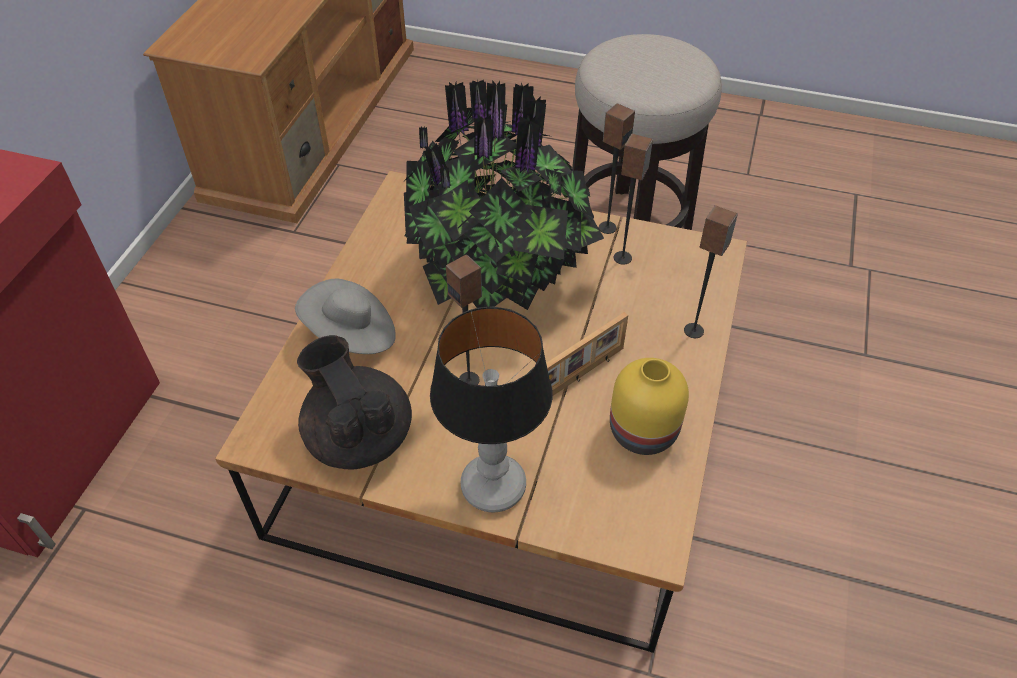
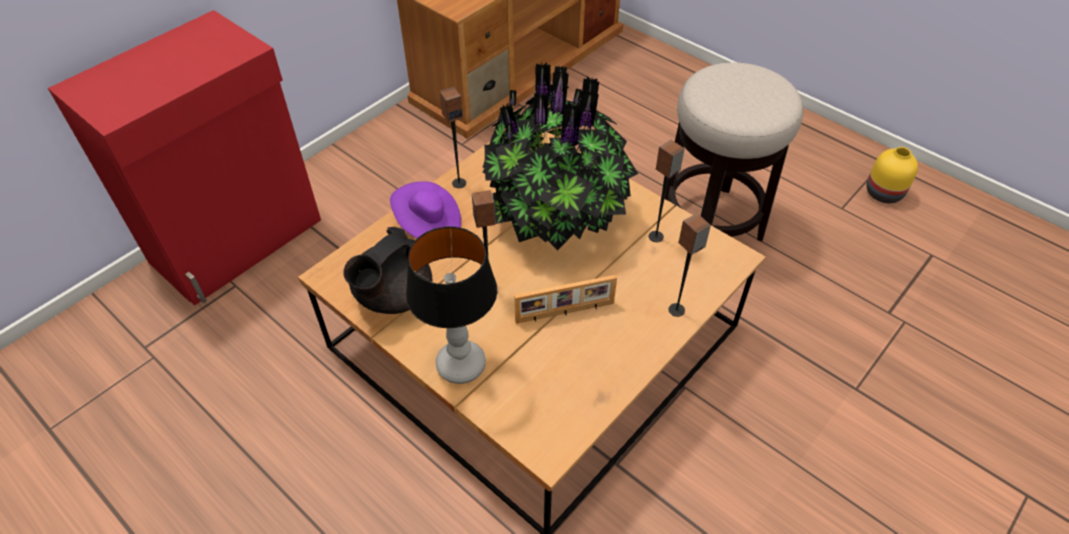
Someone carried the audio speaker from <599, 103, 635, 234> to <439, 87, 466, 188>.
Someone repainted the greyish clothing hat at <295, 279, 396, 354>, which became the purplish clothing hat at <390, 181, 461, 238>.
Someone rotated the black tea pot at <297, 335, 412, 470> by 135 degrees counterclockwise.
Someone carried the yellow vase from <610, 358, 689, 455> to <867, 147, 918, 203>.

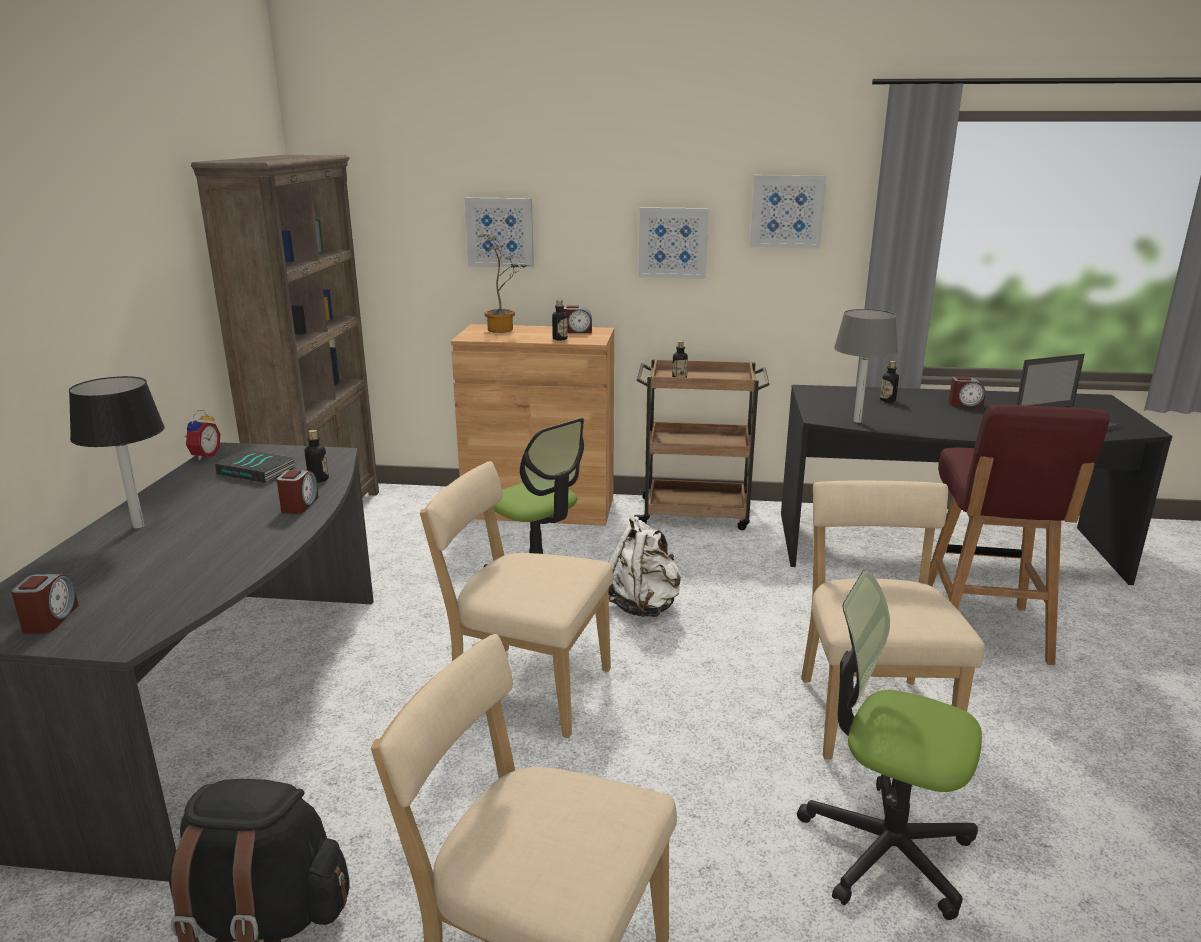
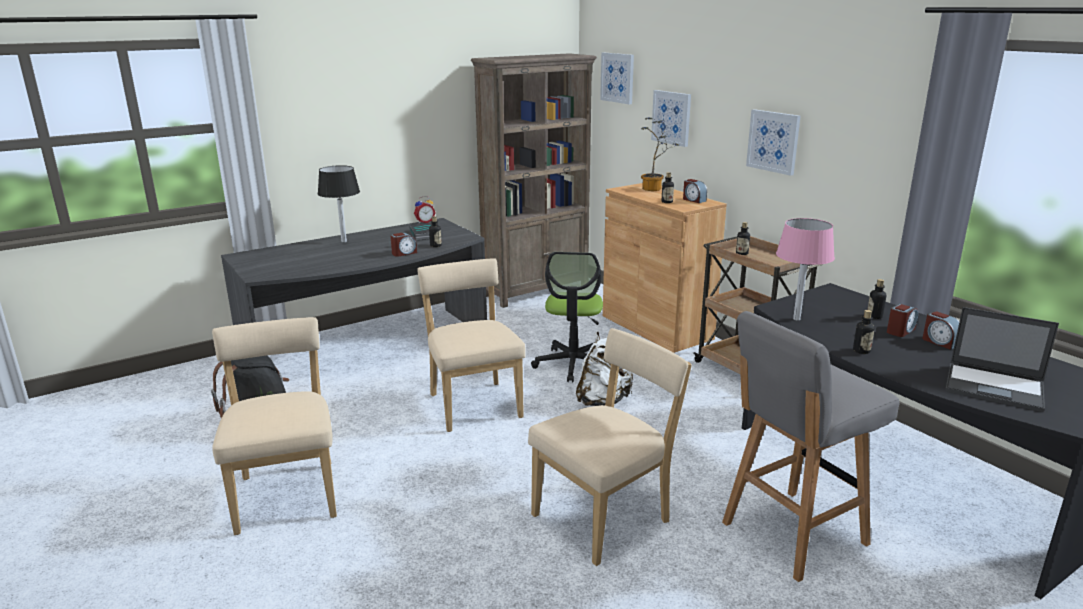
Someone carried the wall art from <750, 175, 826, 248> to <600, 53, 634, 104>.
Someone repainted the greyish tabletop lamp at <834, 309, 898, 423>, which became the pinkish tabletop lamp at <776, 218, 835, 321>.
Someone repainted the reddish sitting stool at <928, 405, 1110, 665>, which became the greyish sitting stool at <722, 311, 900, 582>.
Someone took away the desk chair at <797, 570, 982, 920>.
Someone carried the bedside clock from <11, 574, 79, 634> to <887, 304, 918, 337>.
Someone put down the drink bottle at <853, 310, 875, 354>.

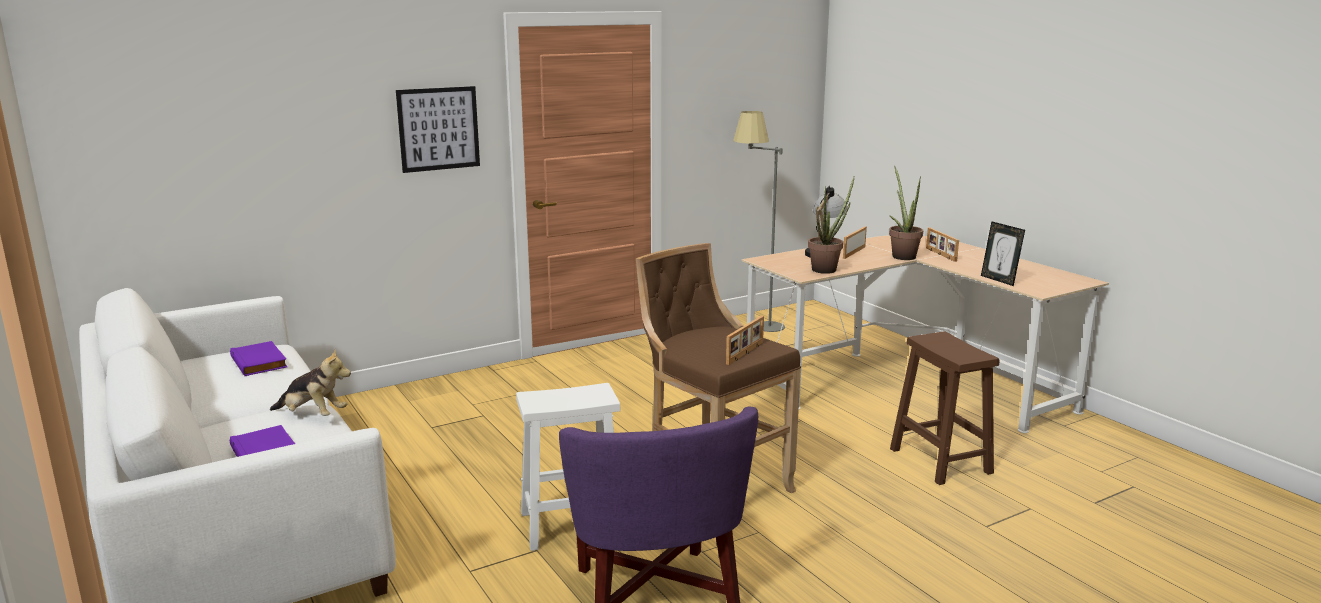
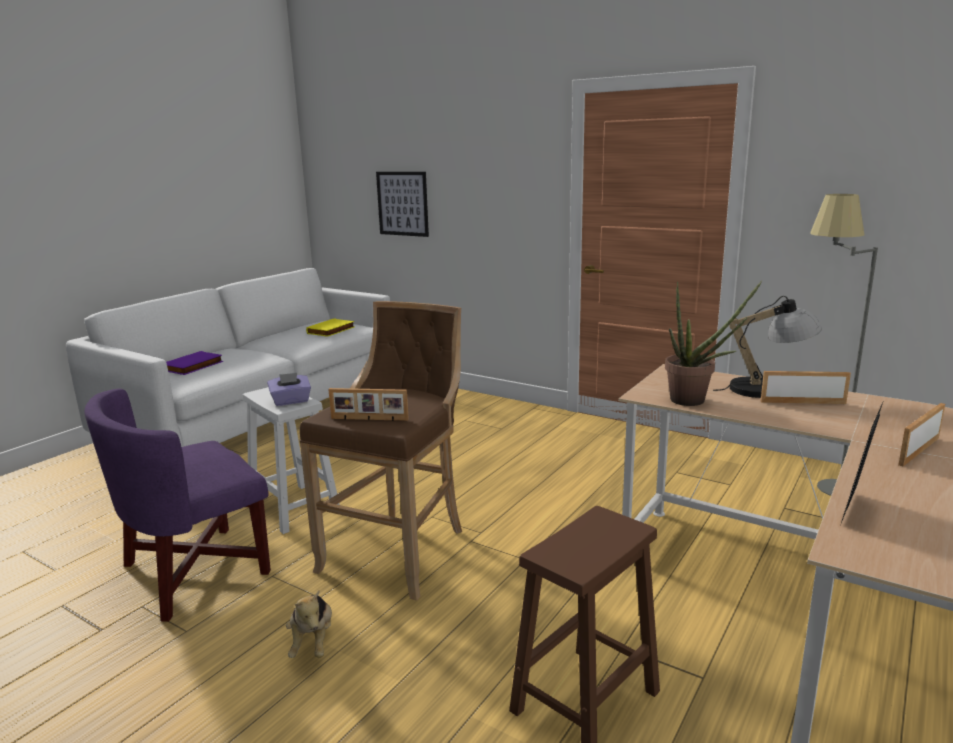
Someone carried the wall art from <396, 86, 480, 173> to <376, 172, 429, 237>.
Someone took away the potted plant at <889, 166, 923, 260>.
Someone repainted the purplish volume at <230, 341, 287, 376>, which became the yellow volume at <306, 318, 354, 337>.
Someone carried the soft toy from <270, 349, 351, 416> to <286, 590, 332, 658>.
Someone put down the purplish tissue holder at <267, 373, 311, 406>.

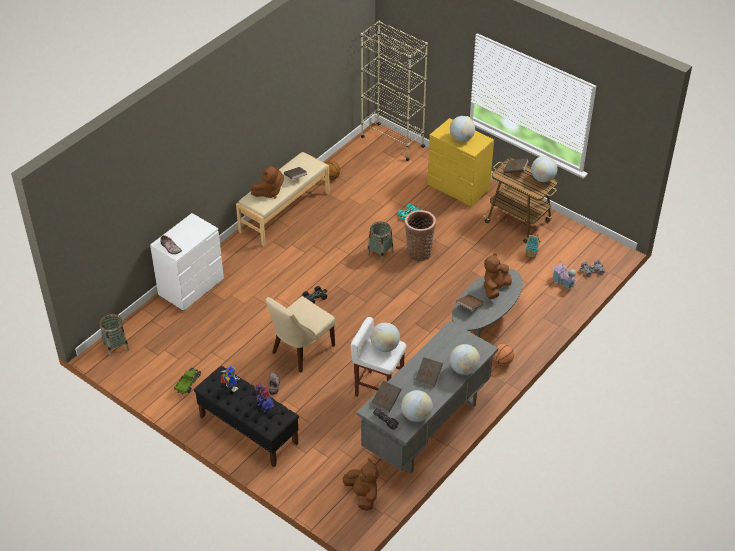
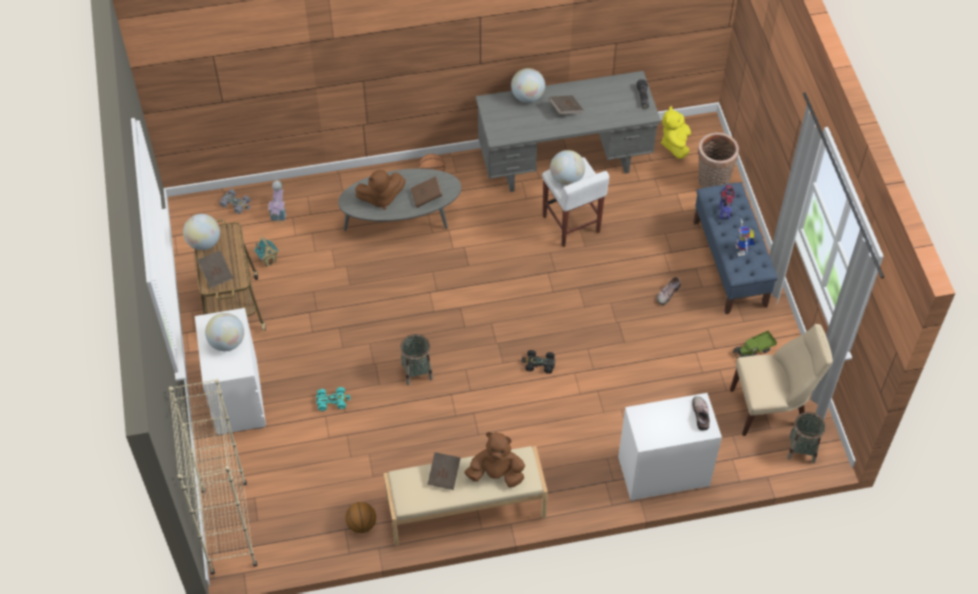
Someone repainted the yellow drawer chest at <427, 118, 494, 207>, which became the whitish drawer chest at <195, 308, 266, 436>.
Someone carried the household basket from <405, 210, 436, 261> to <698, 132, 739, 188>.
Someone carried the sand-coloured chair from <266, 296, 335, 373> to <730, 324, 833, 436>.
Someone repainted the black bench at <194, 366, 299, 467>, which became the bluish bench at <693, 182, 778, 314>.
Someone took away the brown volume at <371, 381, 402, 412>.
Someone took away the desk globe at <401, 390, 433, 422>.
Someone repainted the brown soft toy at <342, 459, 378, 511>, which became the yellow soft toy at <661, 106, 691, 159>.

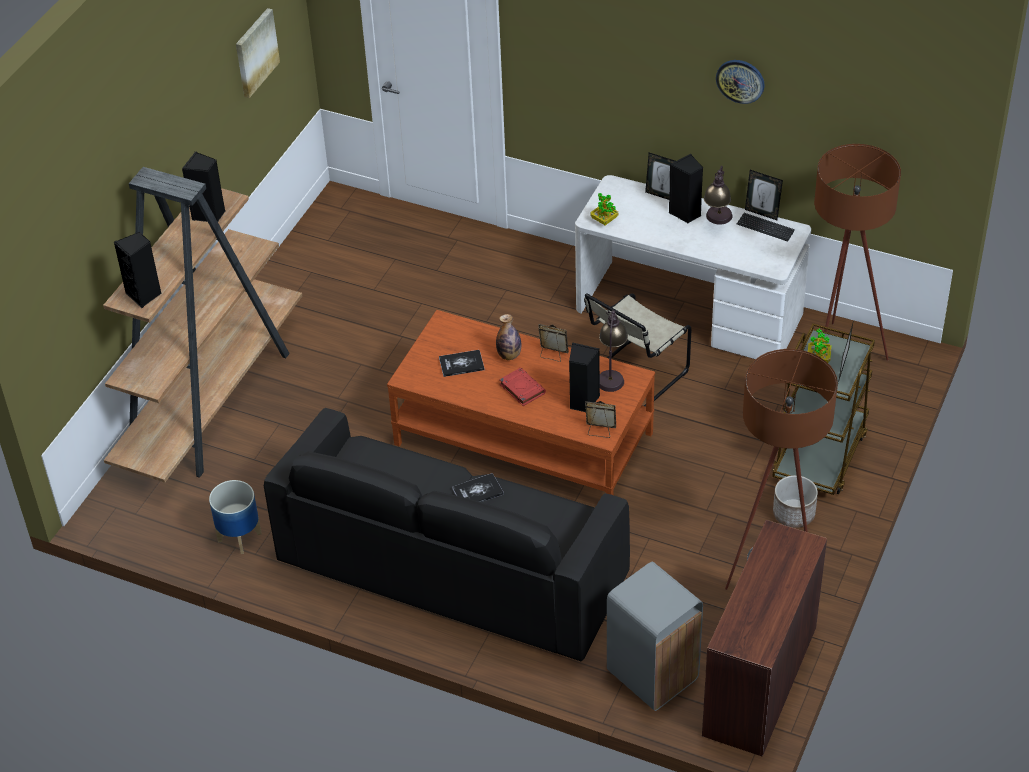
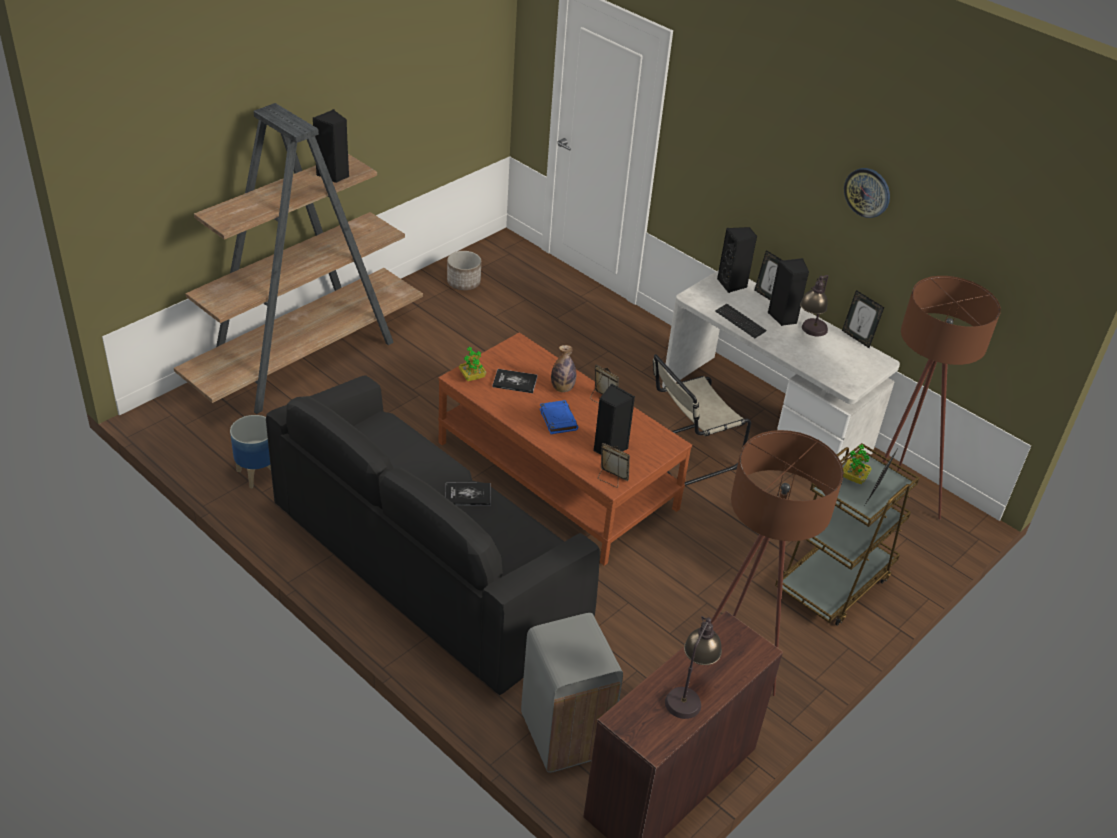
Someone took away the wall art at <236, 8, 280, 98>.
Someone carried the potted plant from <590, 193, 618, 225> to <459, 347, 486, 381>.
Someone carried the keyboard from <737, 213, 795, 242> to <715, 304, 767, 338>.
Someone carried the black audio speaker from <114, 232, 162, 308> to <717, 227, 757, 293>.
Someone carried the tabletop lamp from <599, 310, 628, 392> to <665, 616, 722, 719>.
Someone repainted the reddish volume at <499, 367, 546, 406>, which became the bluish volume at <540, 400, 578, 434>.
Someone carried the plant pot from <773, 475, 818, 528> to <447, 251, 481, 290>.

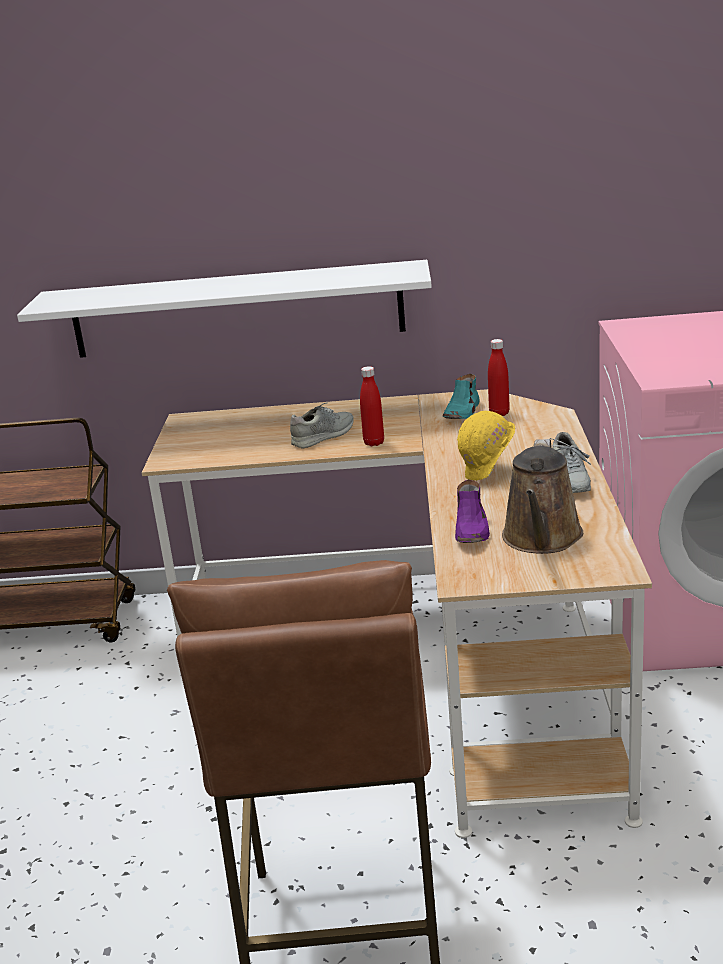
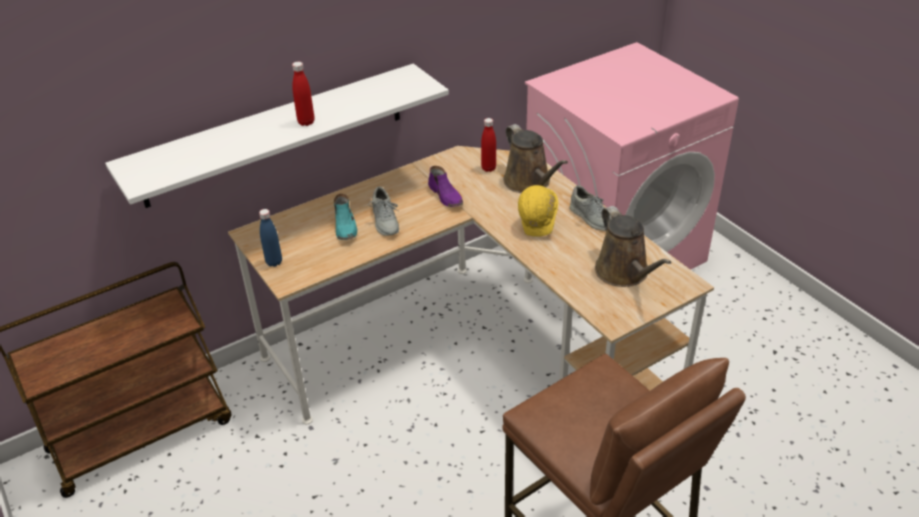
Someone carried the reddish drink bottle from <360, 366, 384, 446> to <292, 62, 314, 126>.
Someone carried the turquoise item of footwear from <442, 374, 479, 419> to <334, 194, 357, 240>.
Someone rotated the greyish item of footwear at <290, 403, 354, 448> by 150 degrees clockwise.
Someone carried the purplish item of footwear from <455, 480, 490, 543> to <428, 166, 463, 207>.
Someone put down the brown watering pot at <504, 124, 568, 193>.
Someone put down the bluish drink bottle at <259, 209, 282, 267>.

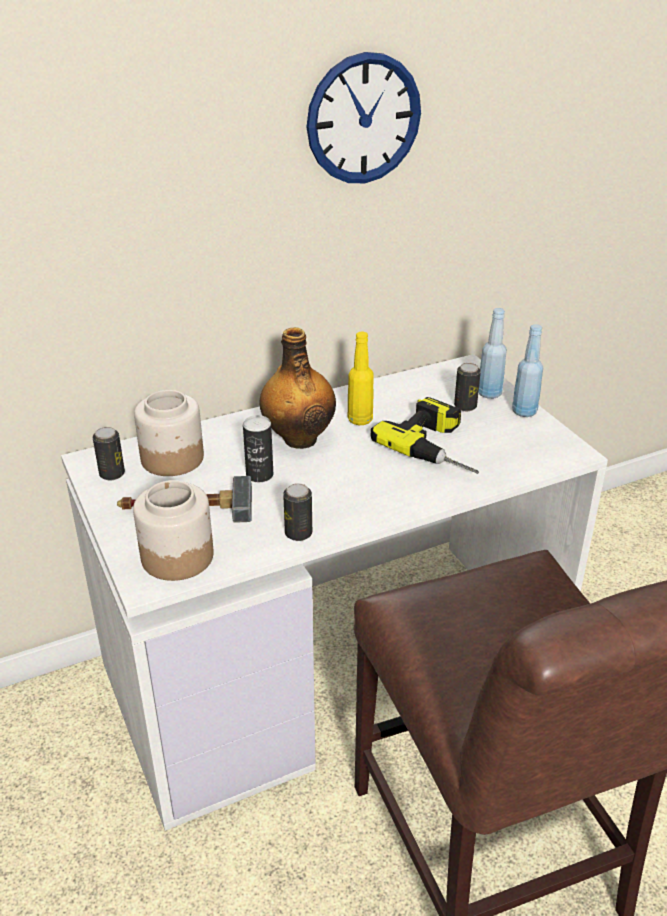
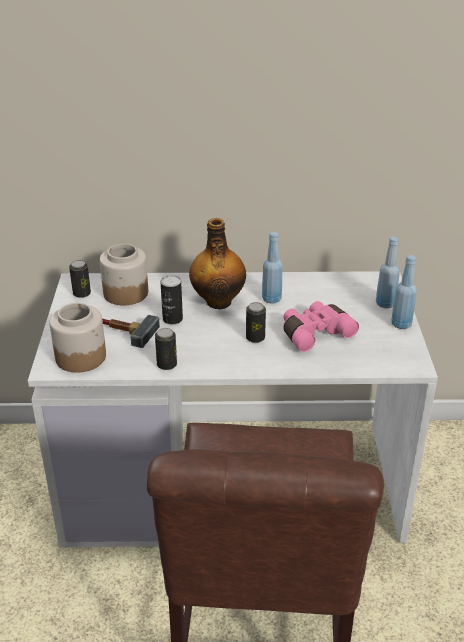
Someone took away the wall clock at <307, 52, 421, 183>.
Someone repainted the yellow drink bottle at <347, 331, 374, 425>, which became the bluish drink bottle at <262, 232, 283, 304>.
Someone carried the can from <454, 363, 481, 411> to <246, 302, 266, 343>.
Someone swapped the power drill at <371, 397, 479, 474> for the pinkish pair of binoculars at <283, 301, 359, 352>.

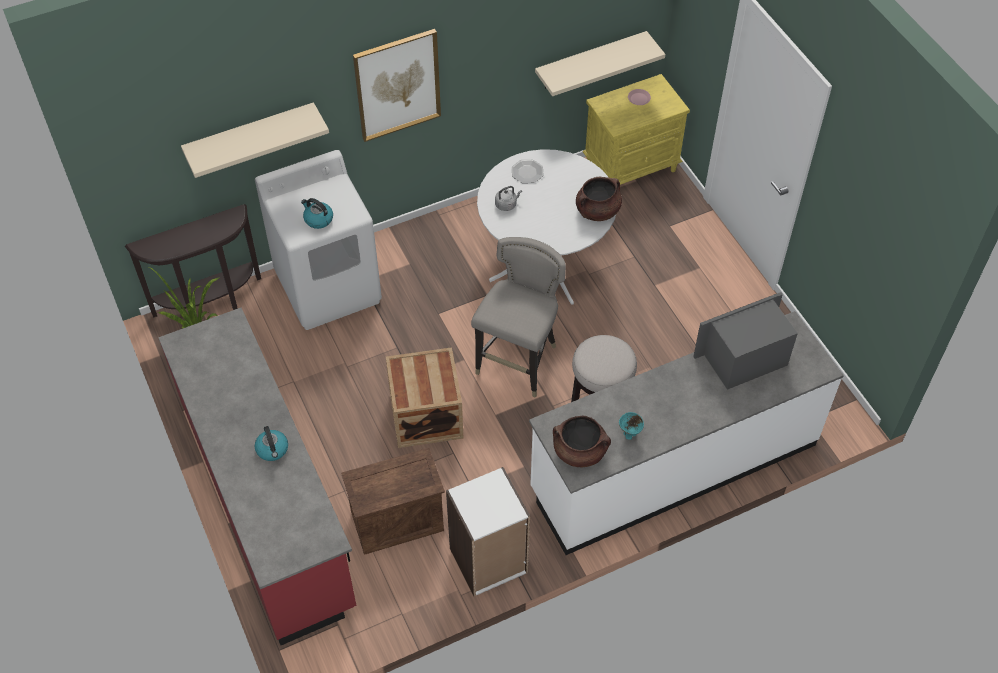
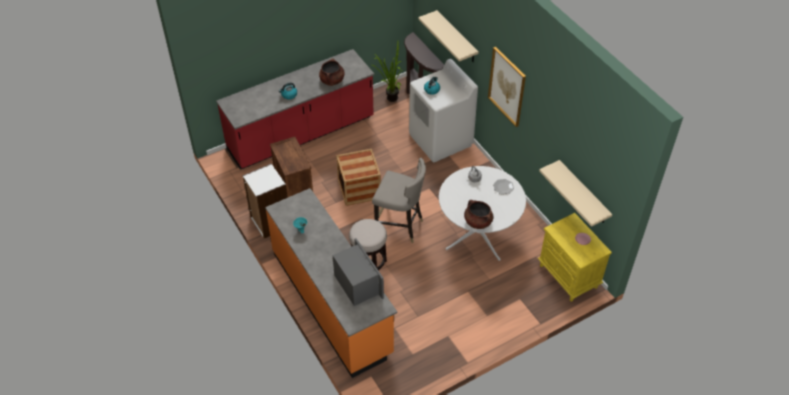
Someone repainted the whitish kitchen counter at <529, 311, 844, 555>, which became the orangey kitchen counter at <265, 188, 397, 378>.
Someone carried the brown saucepot from <553, 416, 611, 467> to <319, 58, 345, 86>.

